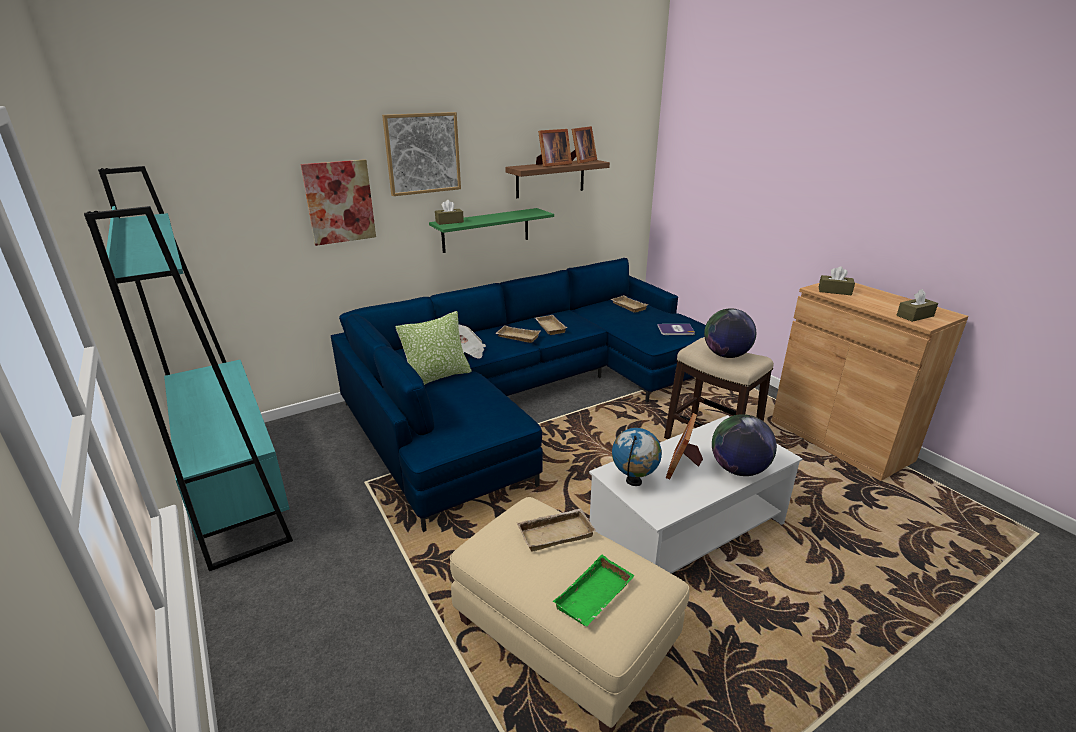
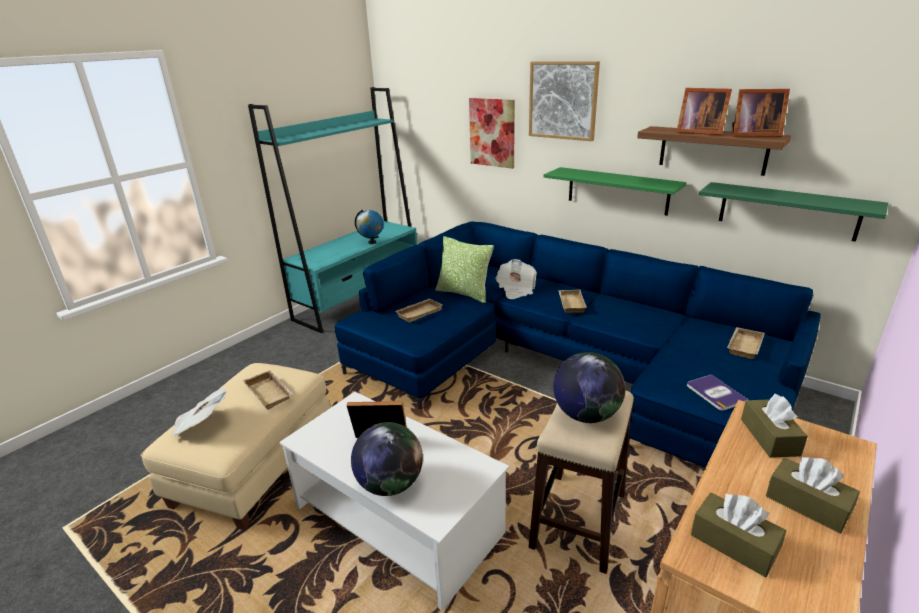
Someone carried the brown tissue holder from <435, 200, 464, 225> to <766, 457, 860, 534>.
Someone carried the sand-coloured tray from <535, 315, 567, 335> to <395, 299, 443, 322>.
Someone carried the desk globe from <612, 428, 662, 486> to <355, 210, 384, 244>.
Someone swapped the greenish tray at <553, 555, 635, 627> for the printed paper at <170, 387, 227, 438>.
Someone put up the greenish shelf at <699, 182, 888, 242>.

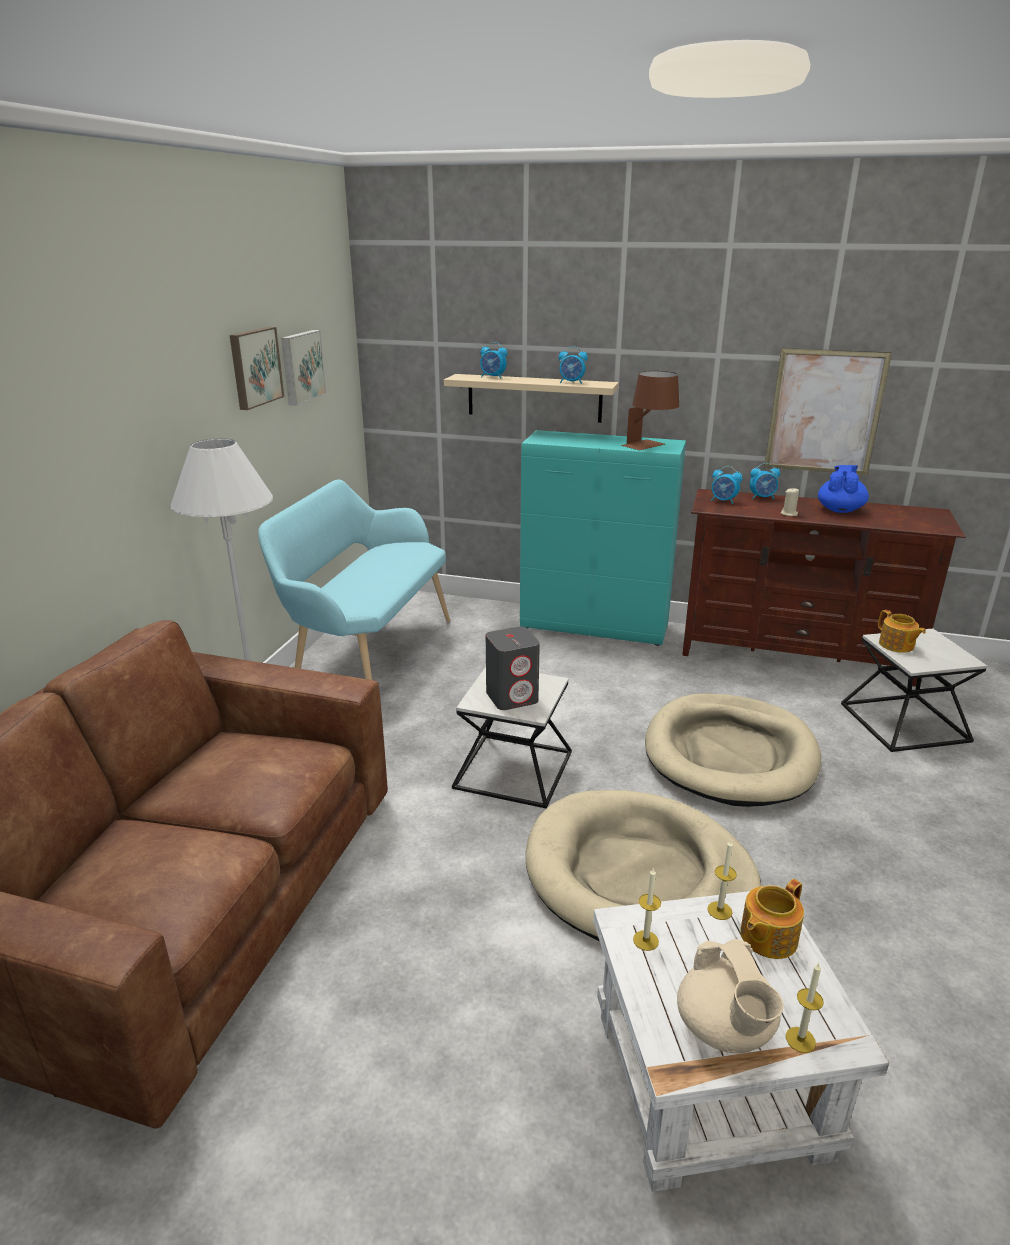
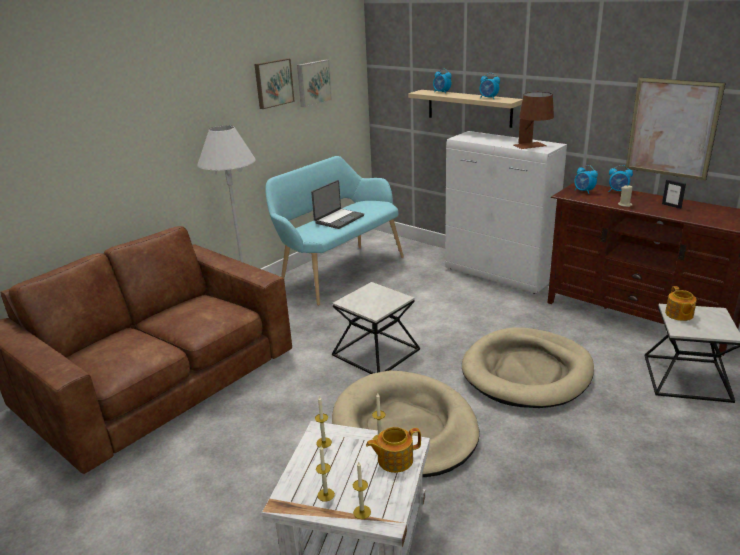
Someone repainted the turquoise storage cabinet at <520, 430, 686, 646>, which became the whitish storage cabinet at <445, 131, 567, 294>.
Someone swapped the bluish tea pot at <818, 465, 869, 513> for the standing frame at <662, 179, 686, 209>.
Someone took away the greyish audio speaker at <486, 627, 540, 710>.
Someone swapped the sand-coloured tea pot at <677, 939, 784, 1053> for the wax candle at <316, 446, 335, 502>.
Someone put down the laptop at <311, 180, 364, 229>.

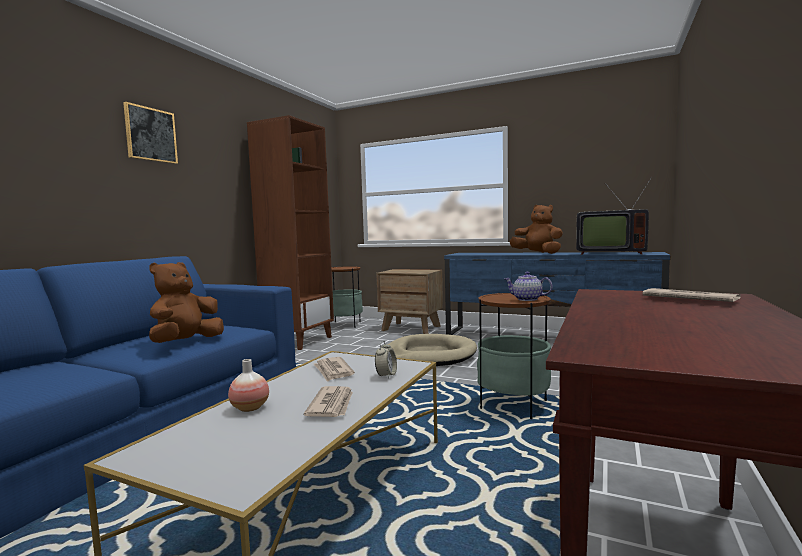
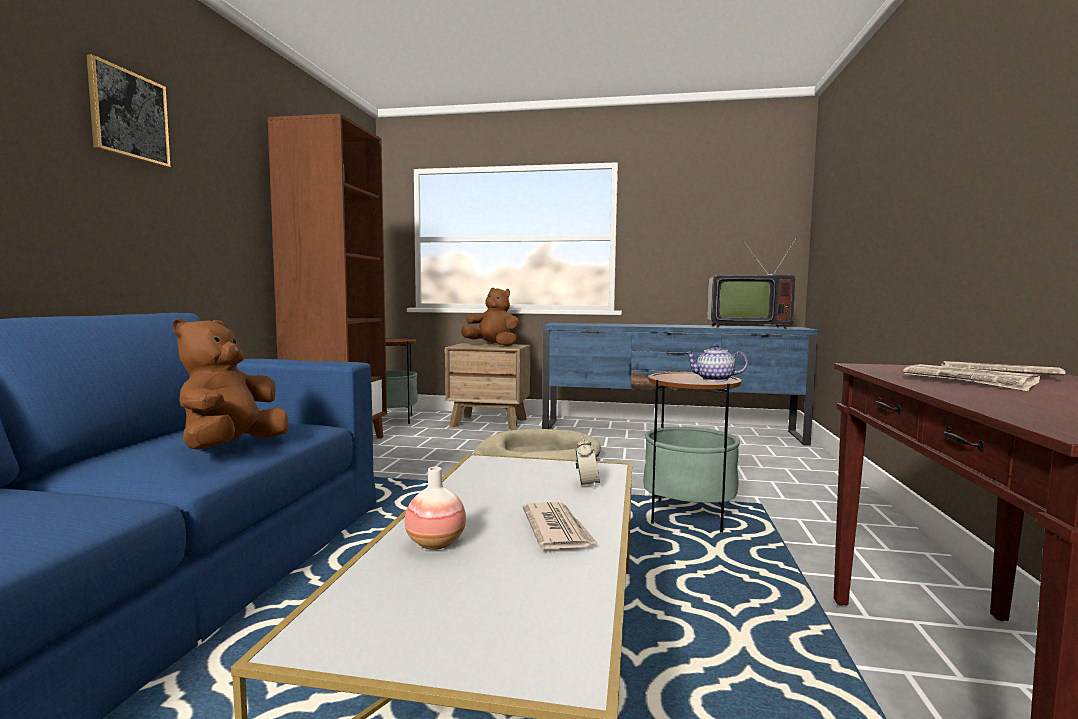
Someone carried the brown soft toy from <509, 205, 563, 254> to <461, 288, 519, 346>.
Someone carried the printed paper from <314, 357, 355, 382> to <903, 364, 1040, 391>.

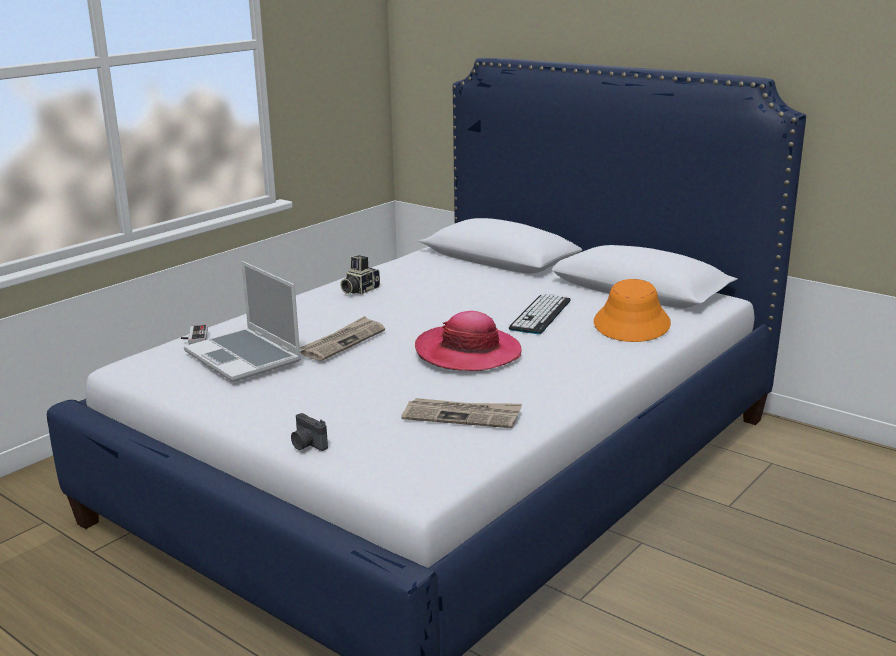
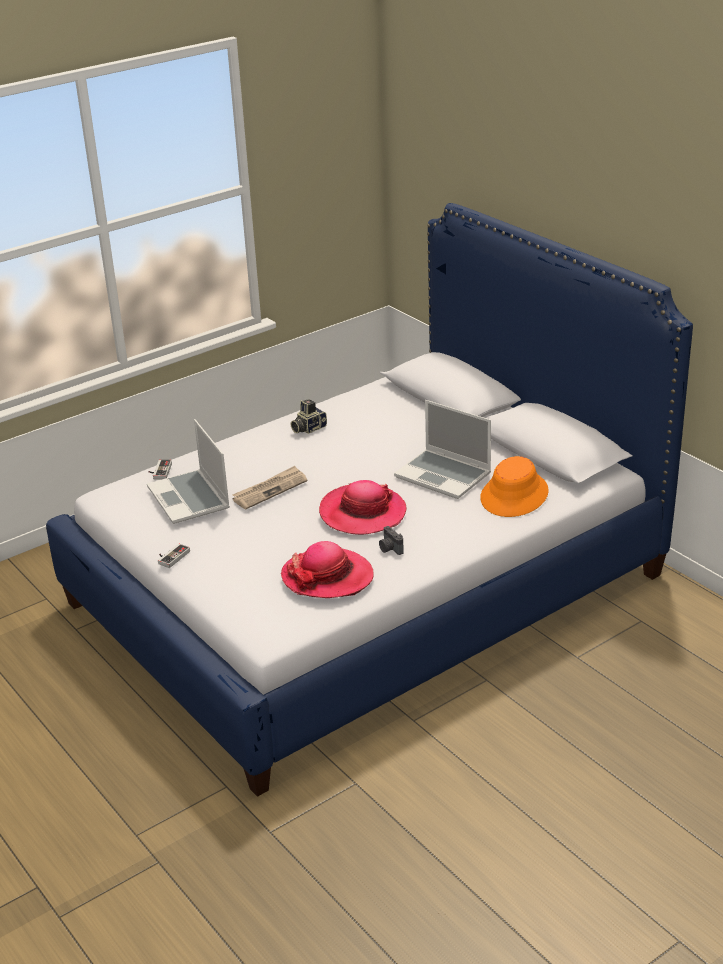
Someone swapped the keyboard at <509, 294, 571, 334> for the laptop at <394, 400, 491, 499>.
Someone swapped the printed paper at <401, 398, 522, 428> for the clothing hat at <281, 541, 374, 598>.
Someone carried the photo camera from <291, 413, 328, 451> to <379, 526, 404, 555>.
Someone put down the gamepad at <158, 544, 190, 568>.

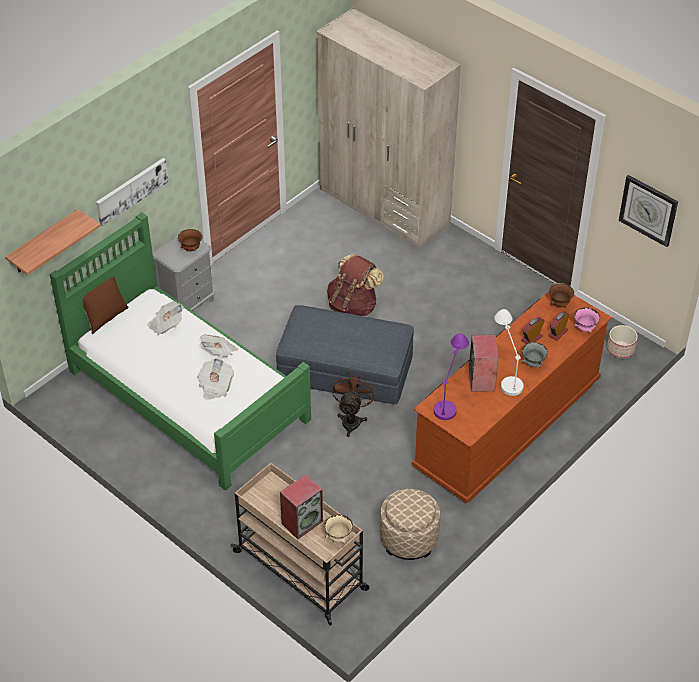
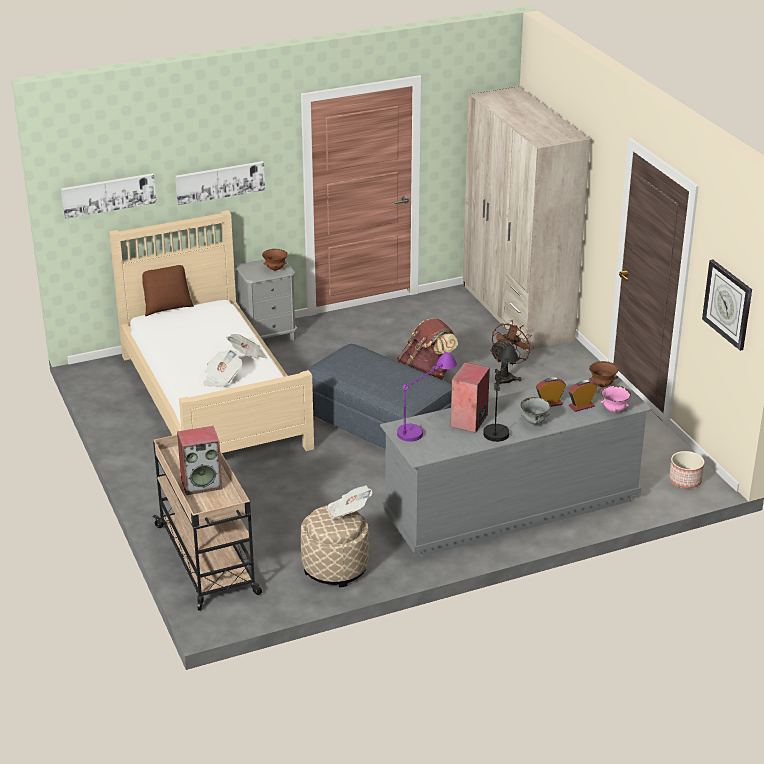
Someone swapped the shelf at <5, 209, 101, 275> for the wall art at <61, 173, 156, 219>.
Someone repainted the greenish sleeping bed at <50, 212, 311, 491>, which became the sand-coloured sleeping bed at <109, 210, 314, 453>.
Someone repainted the brown drawer chest at <412, 292, 612, 503>, which became the greyish drawer chest at <380, 375, 652, 557>.
Someone carried the printed paper from <147, 301, 184, 336> to <327, 485, 372, 519>.
Someone repainted the whitish tabletop lamp at <494, 309, 524, 396>, which became the black tabletop lamp at <483, 346, 519, 442>.
Someone carried the brown cooling fan from <331, 371, 375, 437> to <490, 321, 534, 387>.
Someone took away the sand-coloured serving bowl at <323, 514, 353, 543>.

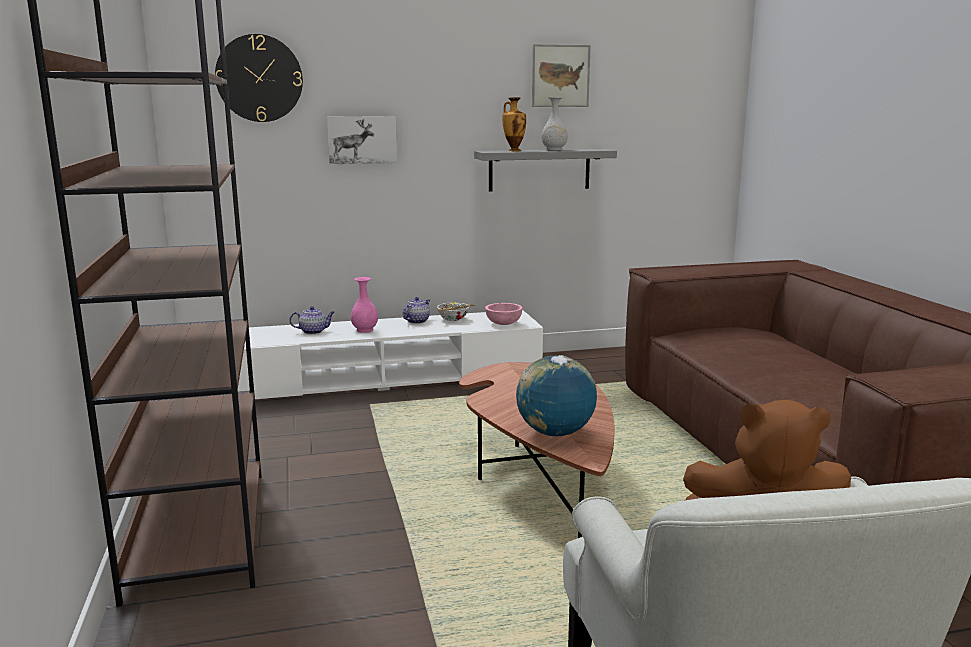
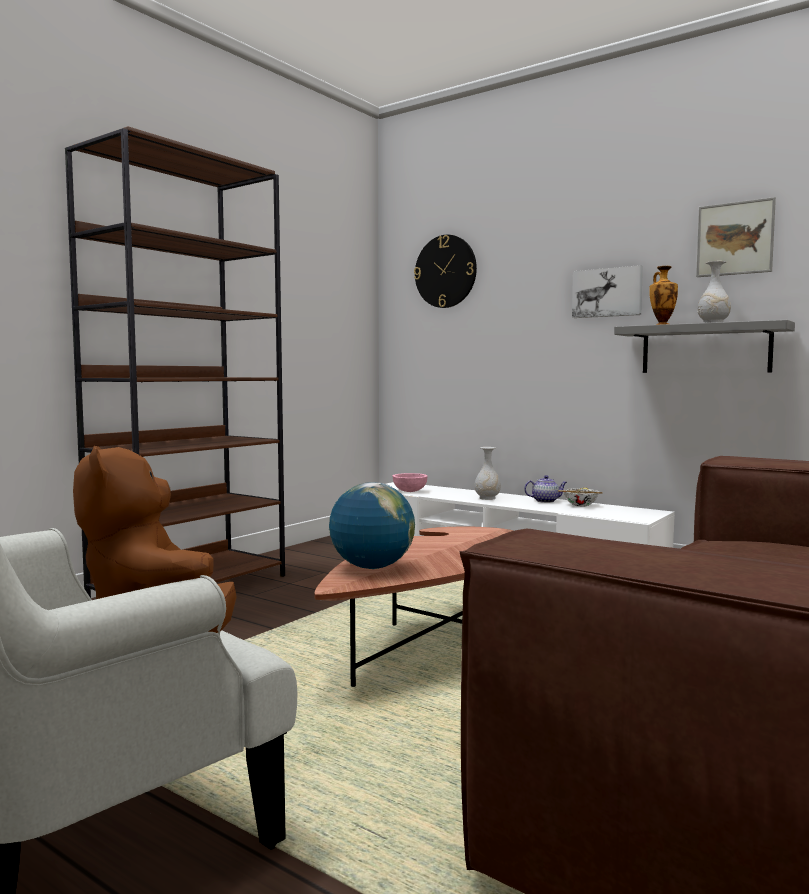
Someone carried the wall art from <327, 116, 397, 164> to <572, 265, 643, 318>.
Someone repainted the pinkish vase at <351, 277, 378, 333>, which became the whitish vase at <475, 447, 501, 500>.
Someone carried the pinkish serving bowl from <485, 303, 523, 325> to <393, 473, 428, 492>.
Someone took away the tea pot at <290, 306, 335, 334>.

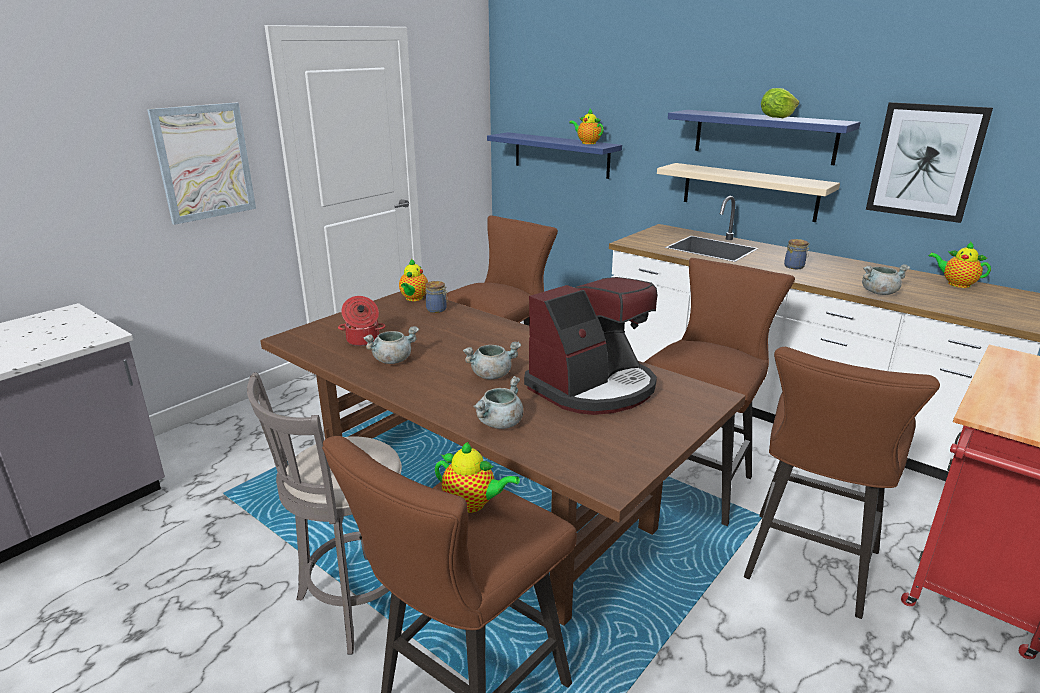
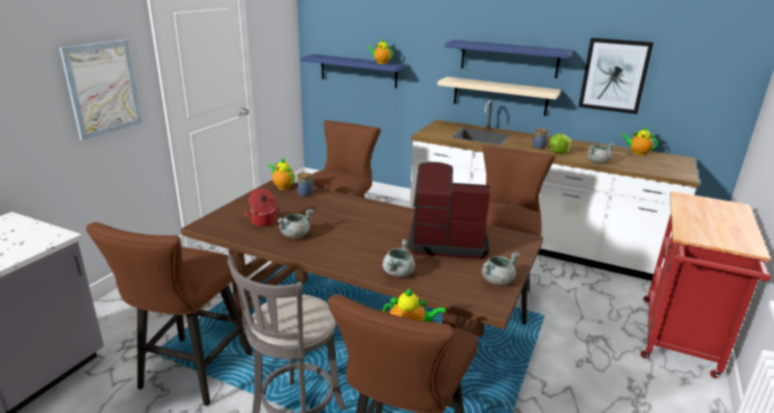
Someone carried the lettuce from <761, 88, 799, 118> to <549, 134, 572, 154>.
Someone rotated the tea pot at <399, 259, 428, 301> by 135 degrees clockwise.
Someone rotated the coffee maker at <524, 277, 657, 415> by 120 degrees counterclockwise.
Someone carried the greyish saucepot from <463, 342, 521, 380> to <482, 252, 520, 285>.
Someone carried the brown sitting stool from <744, 347, 940, 619> to <86, 222, 253, 406>.

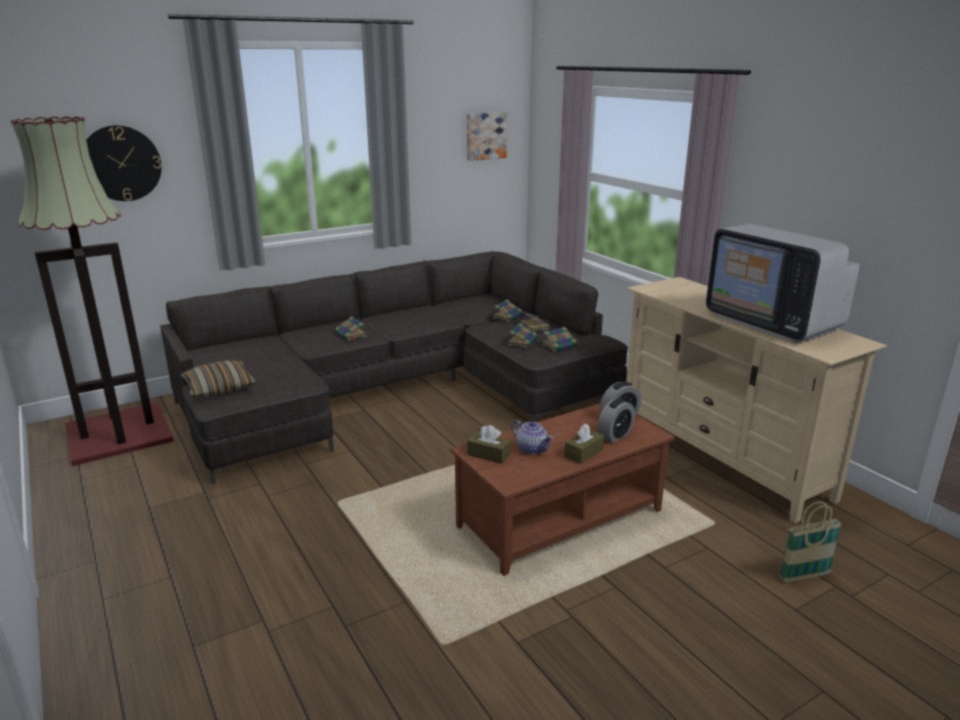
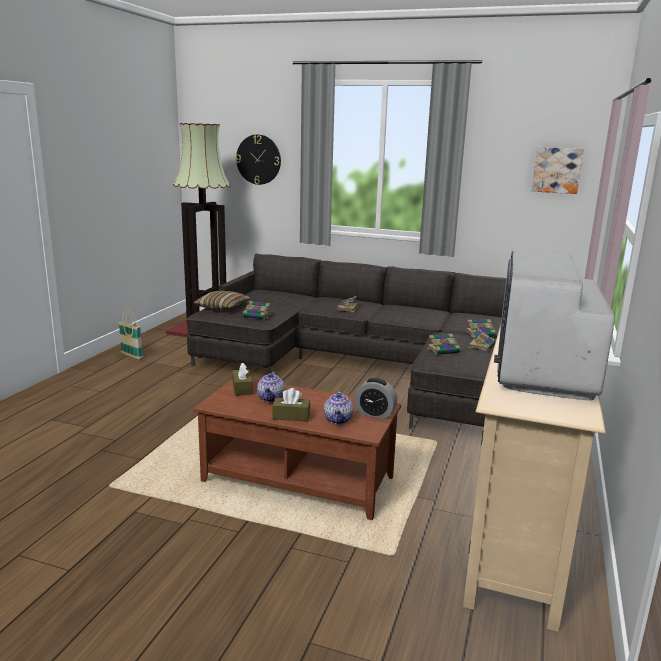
Someone carried the volume from <542, 327, 577, 352> to <243, 301, 271, 320>.
Someone swapped the bedside clock at <597, 398, 635, 443> for the tea pot at <324, 391, 353, 424>.
Someone carried the household basket from <780, 501, 842, 582> to <118, 310, 143, 359>.

